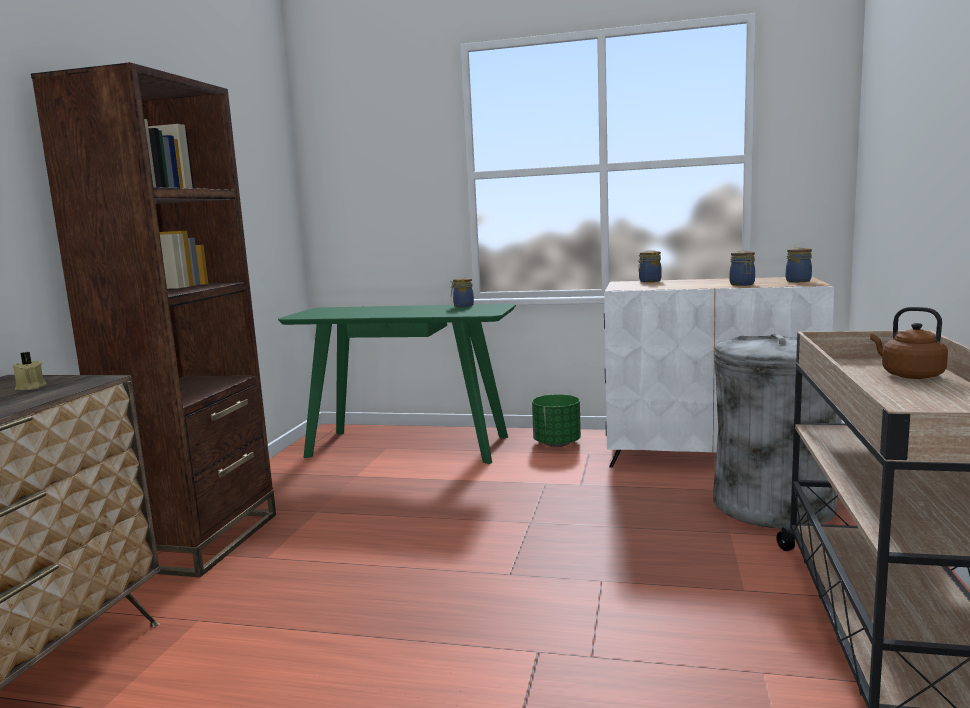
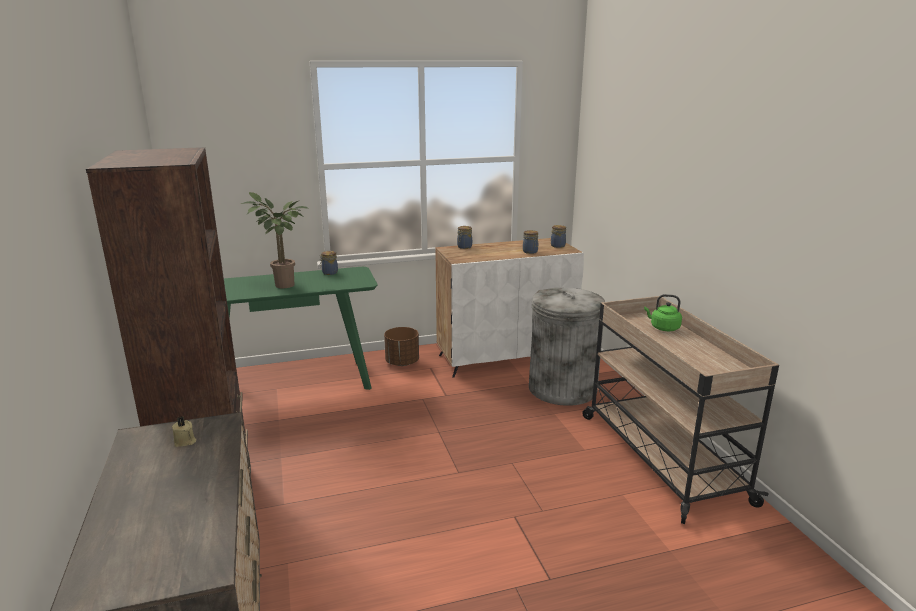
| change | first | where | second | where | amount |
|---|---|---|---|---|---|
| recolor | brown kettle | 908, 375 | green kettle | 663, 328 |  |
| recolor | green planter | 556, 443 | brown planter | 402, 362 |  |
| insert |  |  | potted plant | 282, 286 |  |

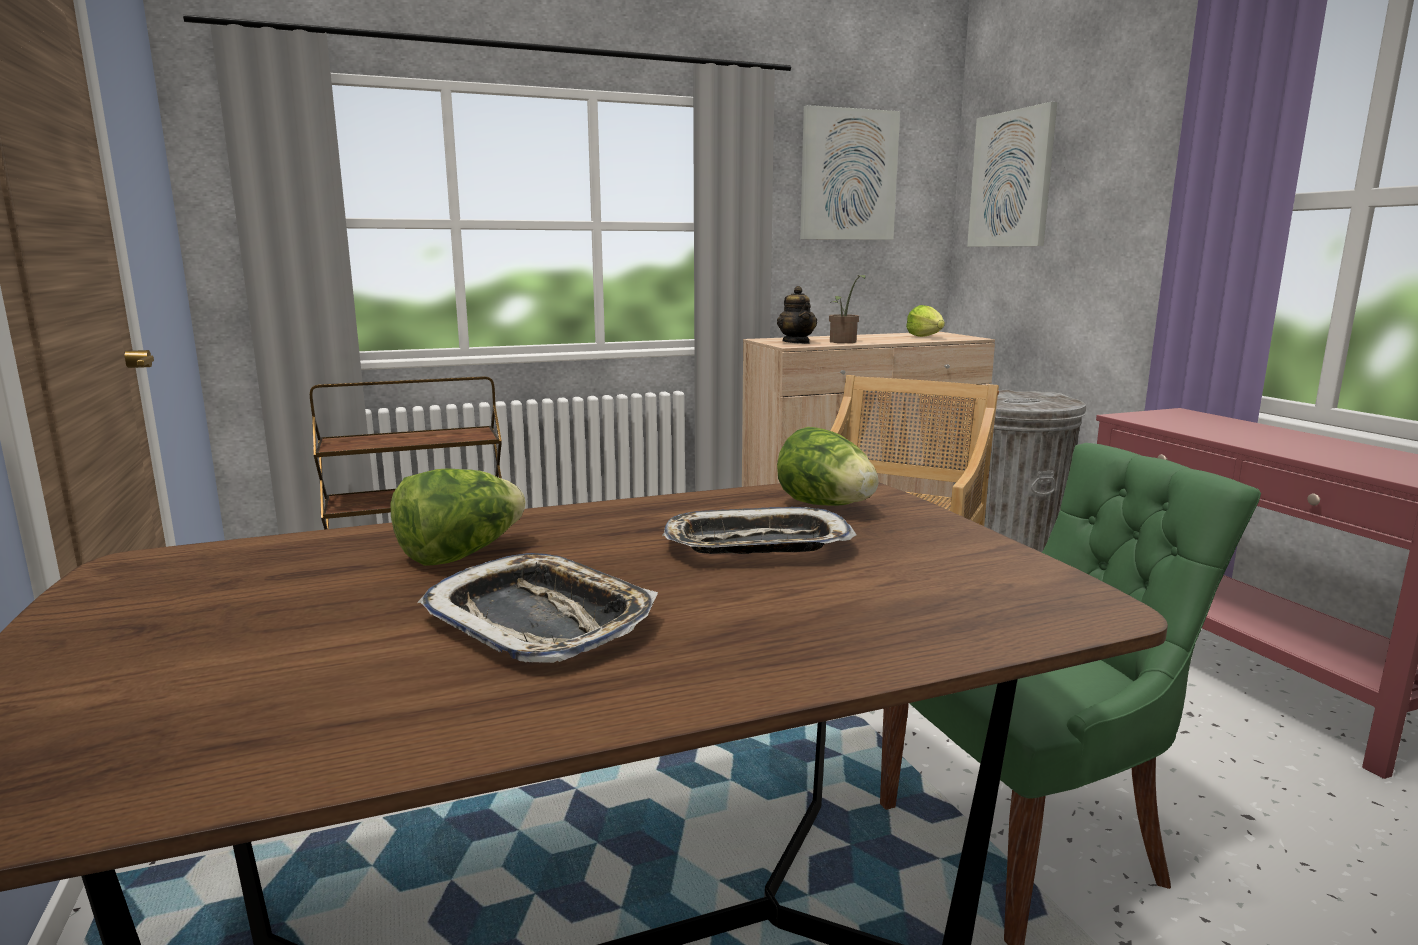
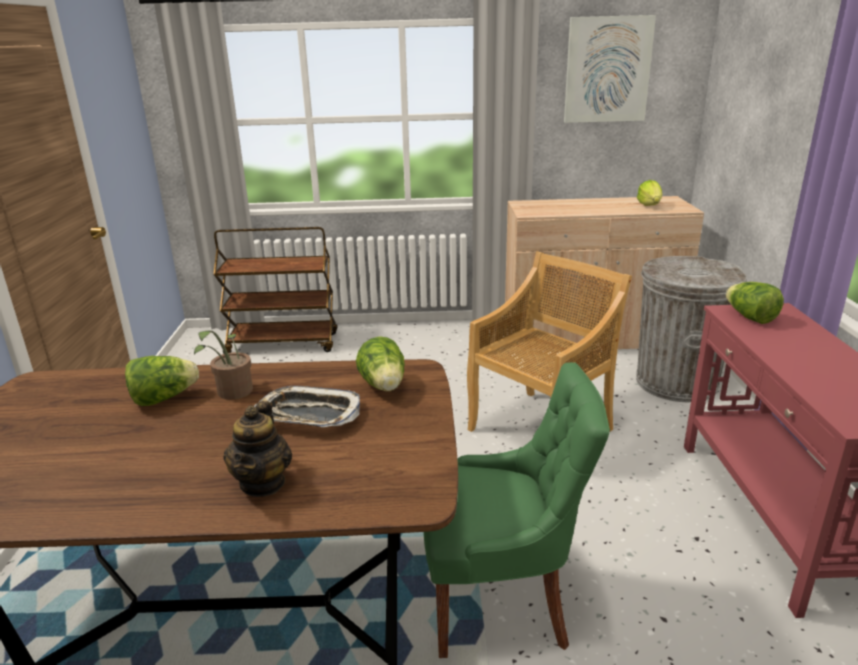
| change | first | where | second | where | amount |
|---|---|---|---|---|---|
| delete | picture | 1012, 179 |  |  |  |
| move | potted plant | 843, 342 |  | 232, 393 |  |
| move | teapot | 796, 342 |  | 263, 483 |  |
| delete | tray | 540, 620 |  |  |  |
| insert |  |  | lettuce | 750, 317 |  |

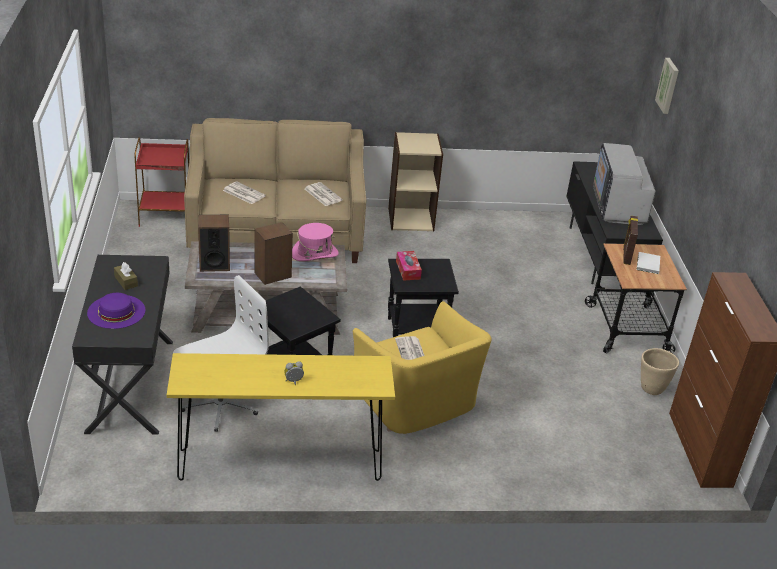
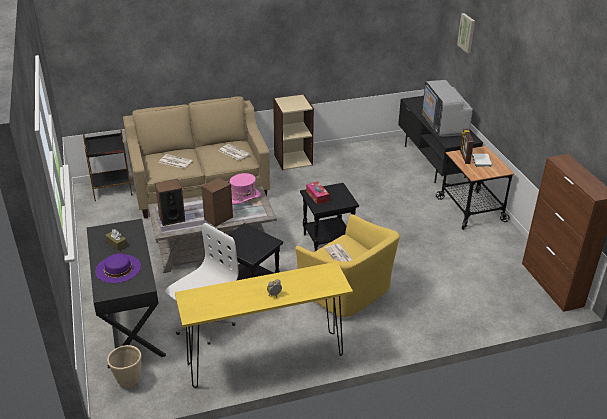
| change | first | where | second | where | amount |
|---|---|---|---|---|---|
| recolor | red side table | 166, 214 | black side table | 112, 188 |  |
| move | beige planter | 651, 388 |  | 128, 380 |  |

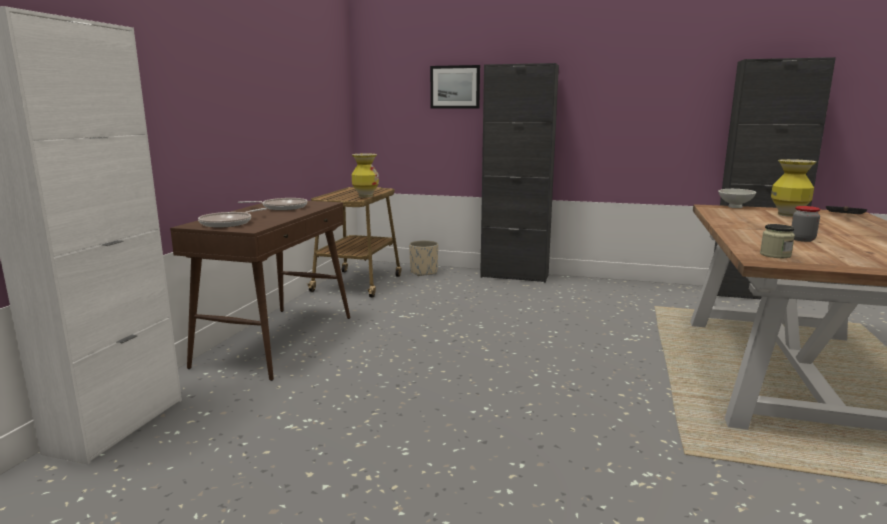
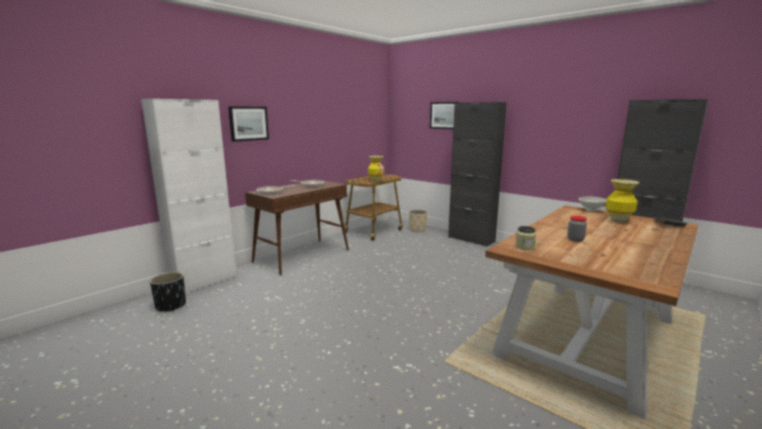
| change | first | where | second | where | amount |
|---|---|---|---|---|---|
| insert |  |  | picture | 248, 123 |  |
| insert |  |  | black planter | 171, 306 |  |

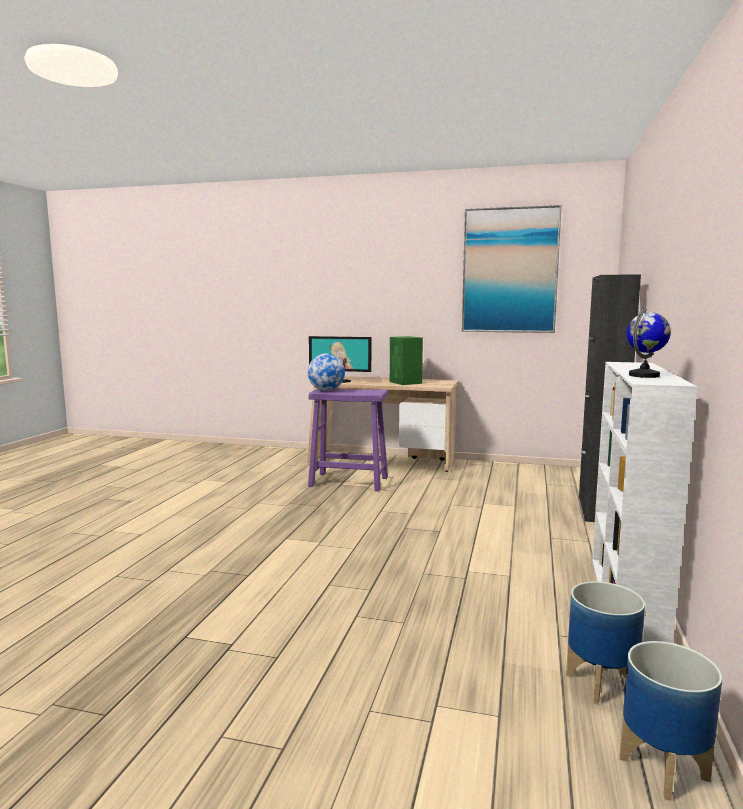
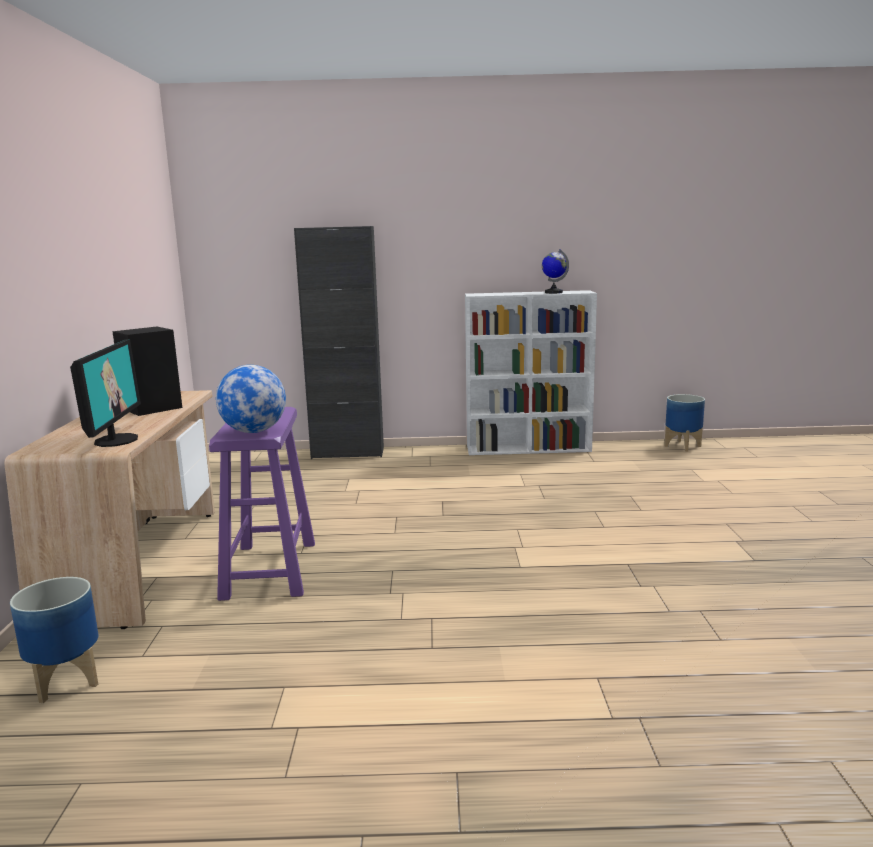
| change | first | where | second | where | amount |
|---|---|---|---|---|---|
| delete | picture | 509, 270 |  |  |  |
| recolor | green speaker | 406, 382 | black speaker | 154, 408 |  |
| move | planter | 601, 684 |  | 66, 681 |  |

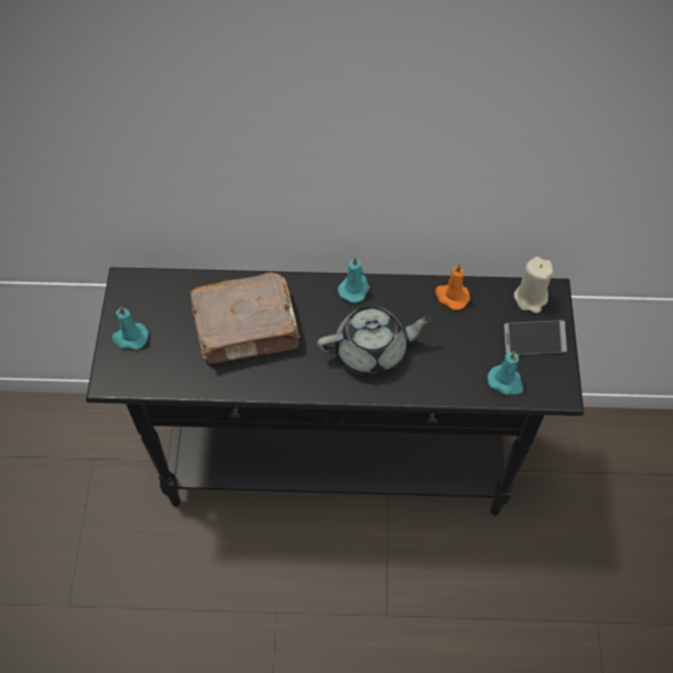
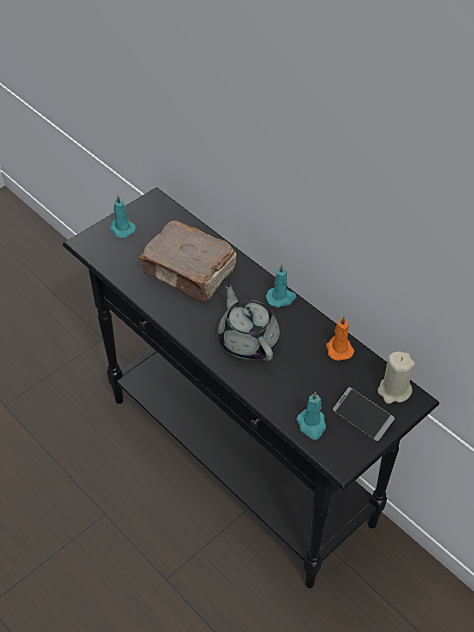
| change | first | where | second | where | amount |
|---|---|---|---|---|---|
| rotate | grey teapot | 372, 350 |  | 248, 340 | 150 degrees counterclockwise |

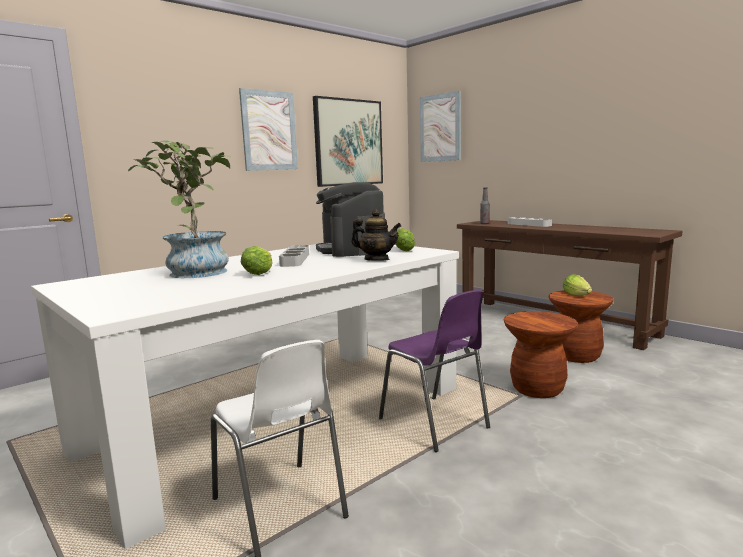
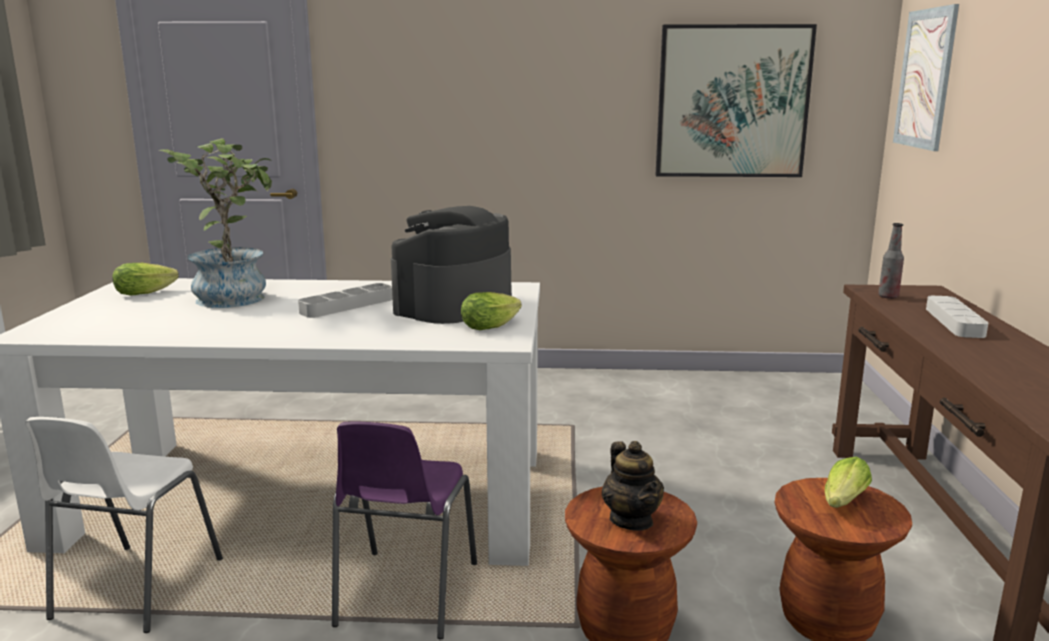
| change | first | where | second | where | amount |
|---|---|---|---|---|---|
| delete | picture | 269, 131 |  |  |  |
| move | teapot | 376, 260 |  | 631, 520 |  |
| move | lettuce | 260, 272 |  | 148, 292 |  |

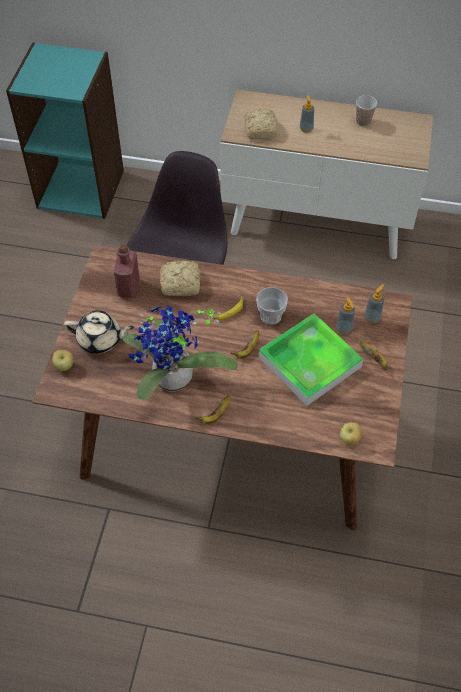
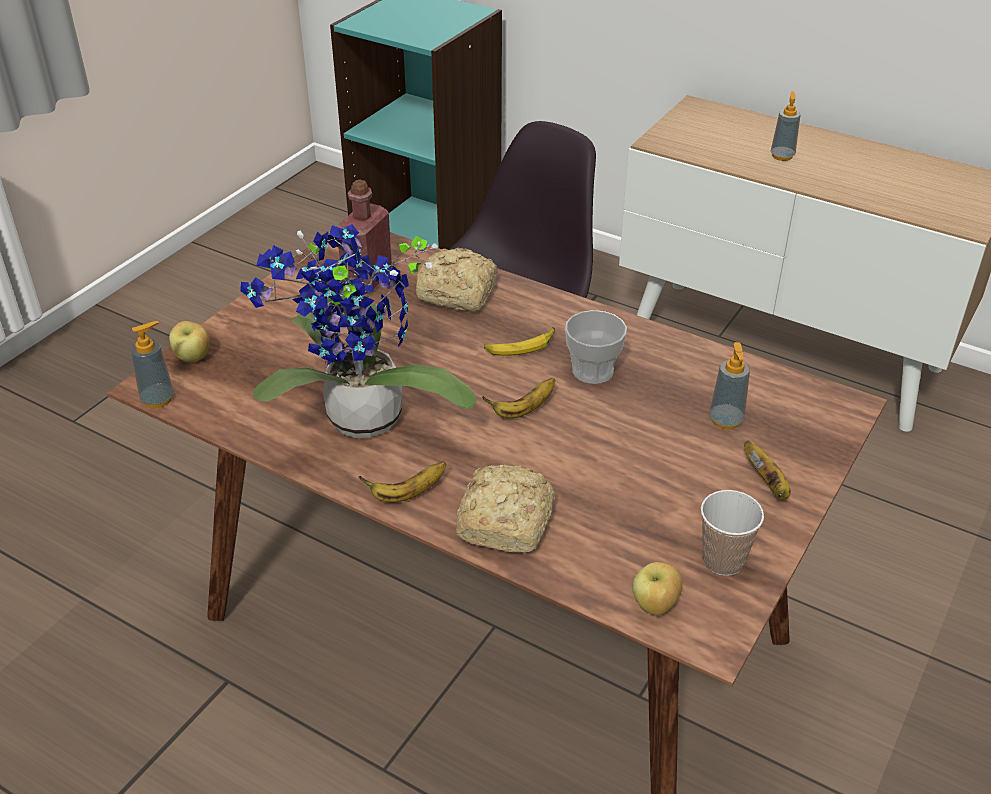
| change | first | where | second | where | amount |
|---|---|---|---|---|---|
| move | cup | 363, 121 |  | 723, 560 |  |
| move | bread | 261, 129 |  | 507, 520 |  |
| move | soap dispenser | 372, 317 |  | 158, 399 |  |
| delete | beige teapot | 100, 340 |  |  |  |
| delete | tray | 310, 362 |  |  |  |

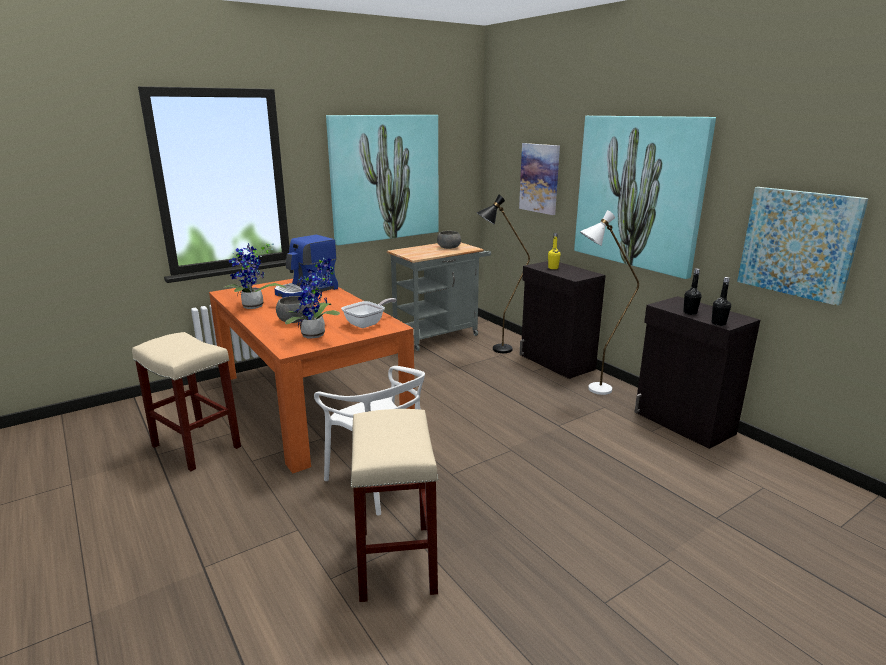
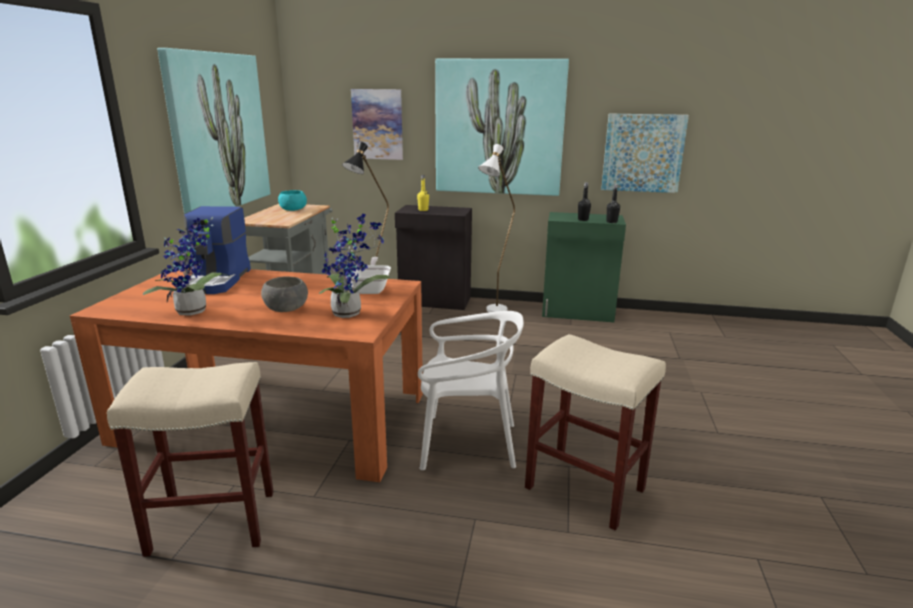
| change | first | where | second | where | amount |
|---|---|---|---|---|---|
| recolor | grey bowl | 448, 248 | turquoise bowl | 293, 209 |  |
| recolor | black cabinet | 683, 423 | green cabinet | 578, 313 |  |

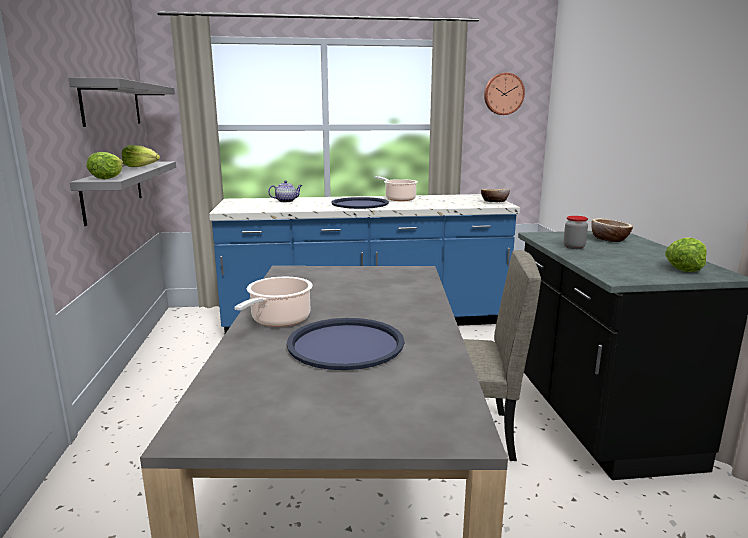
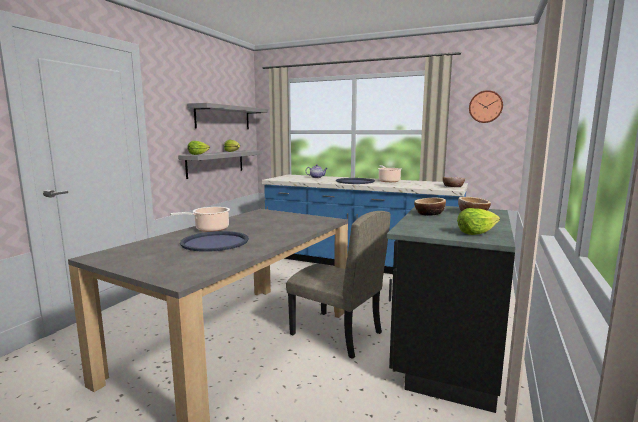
| change | first | where | second | where | amount |
|---|---|---|---|---|---|
| replace | jar | 574, 247 | bowl | 429, 214 |  |

